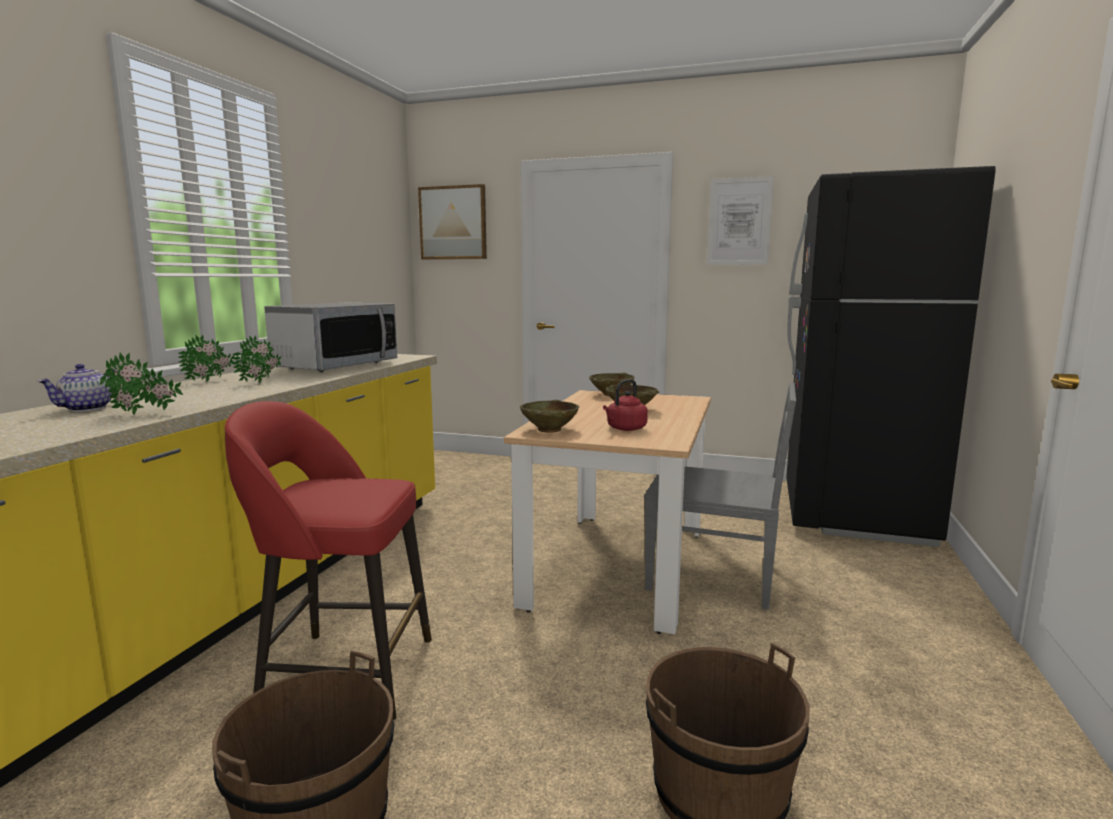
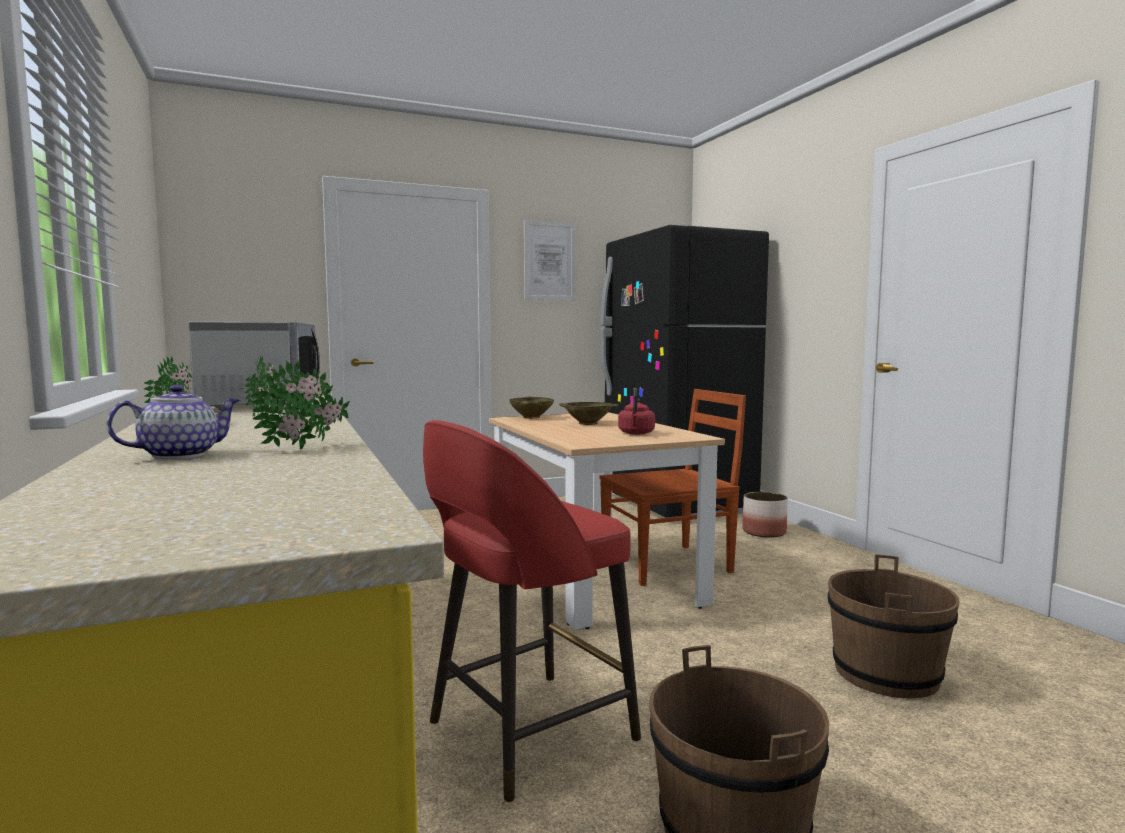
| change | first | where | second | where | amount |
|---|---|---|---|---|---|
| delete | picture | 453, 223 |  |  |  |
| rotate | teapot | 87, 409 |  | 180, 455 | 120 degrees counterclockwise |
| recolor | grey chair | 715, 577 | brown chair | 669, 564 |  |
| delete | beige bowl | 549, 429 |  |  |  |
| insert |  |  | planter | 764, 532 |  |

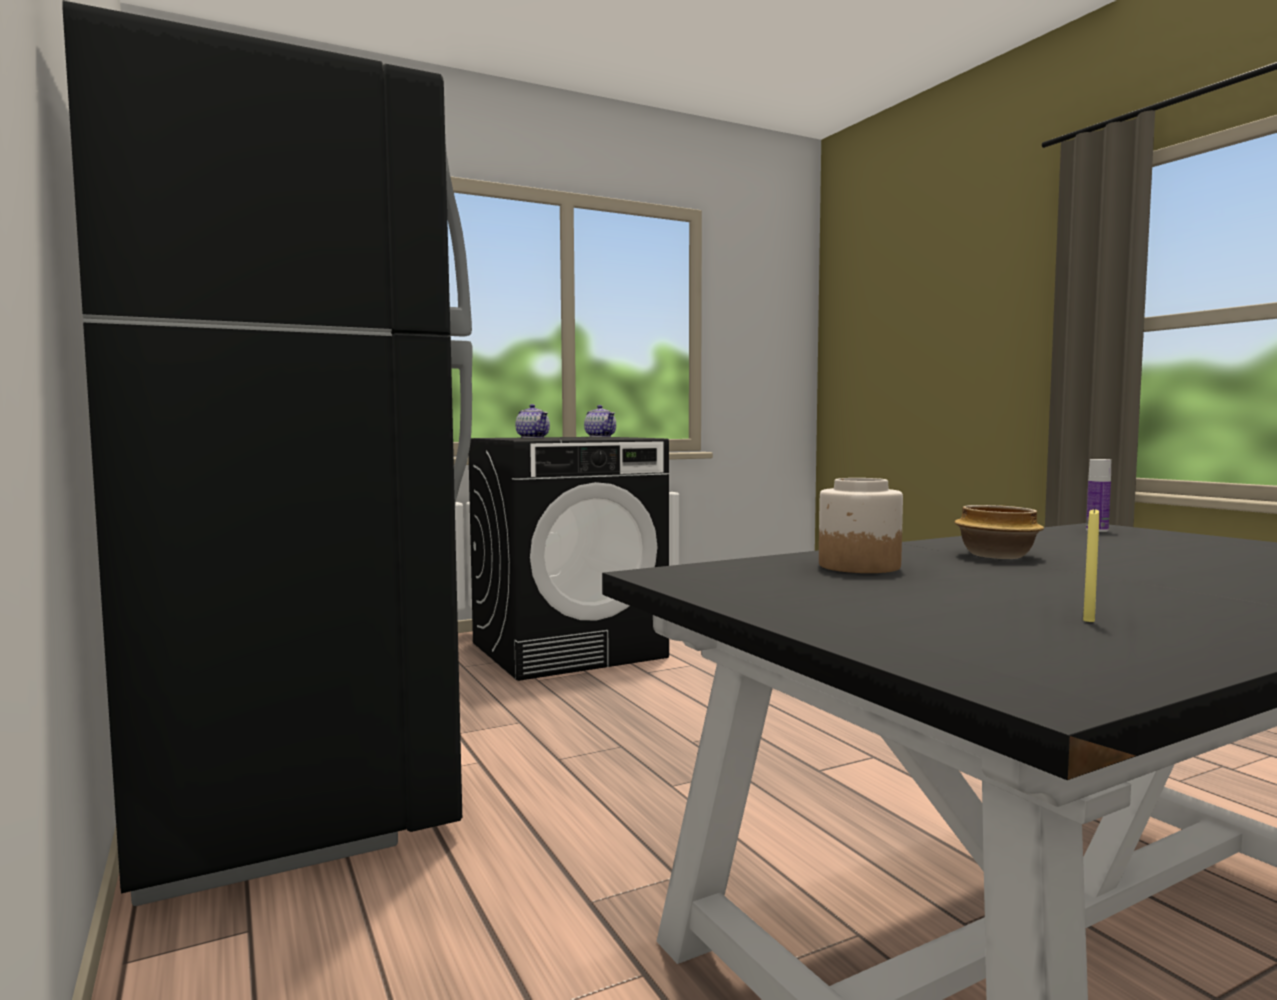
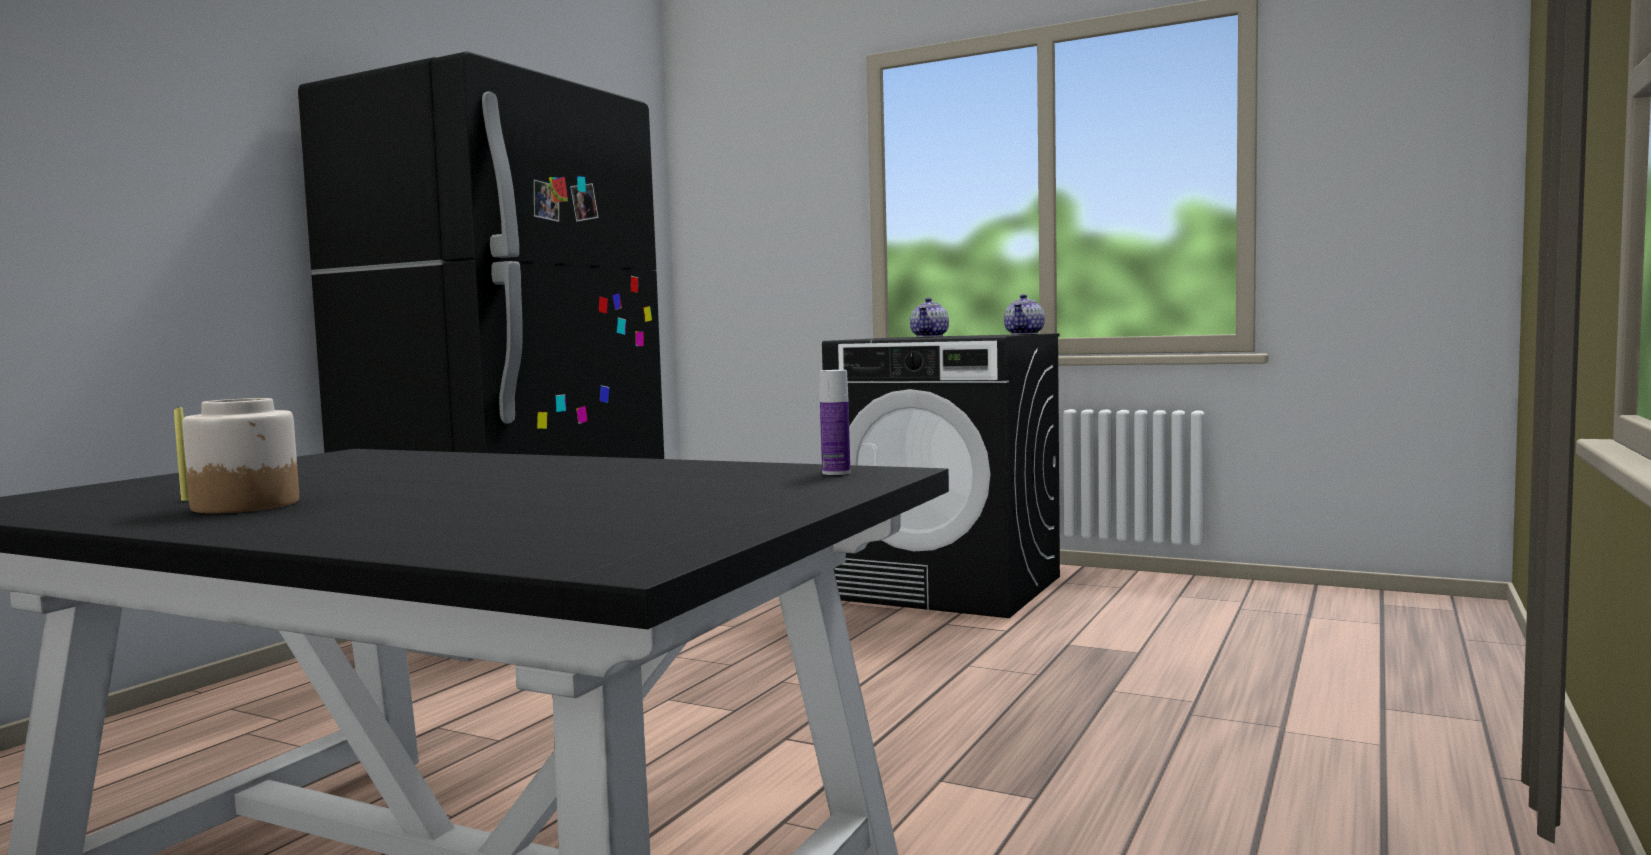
| change | first | where | second | where | amount |
|---|---|---|---|---|---|
| move | jar | 858, 566 |  | 247, 505 |  |
| delete | bowl | 995, 555 |  |  |  |

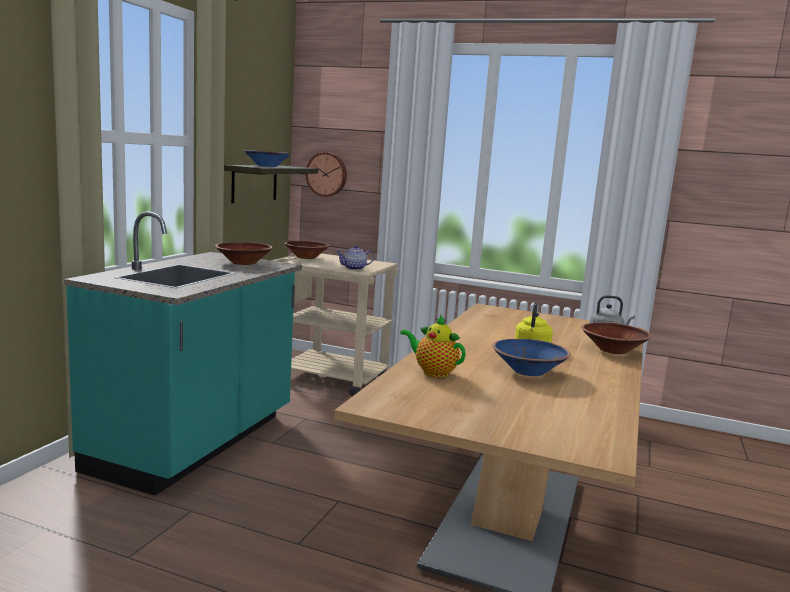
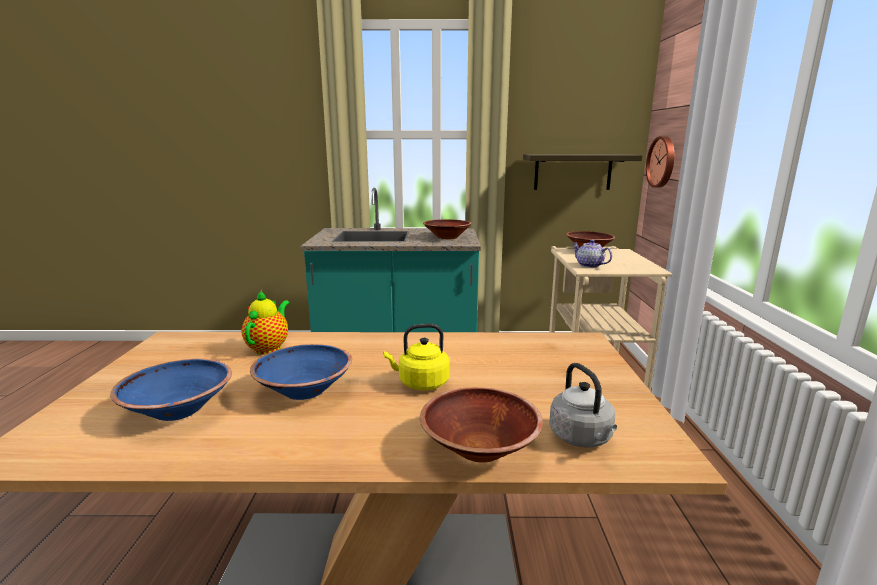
| change | first | where | second | where | amount |
|---|---|---|---|---|---|
| move | blue bowl | 267, 166 |  | 178, 410 |  |

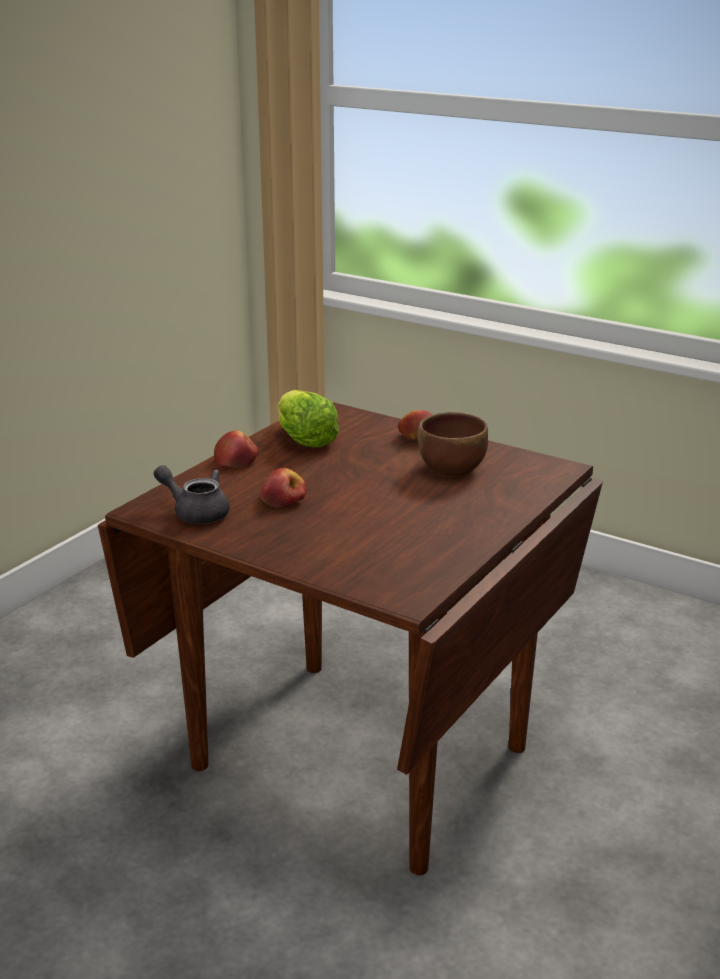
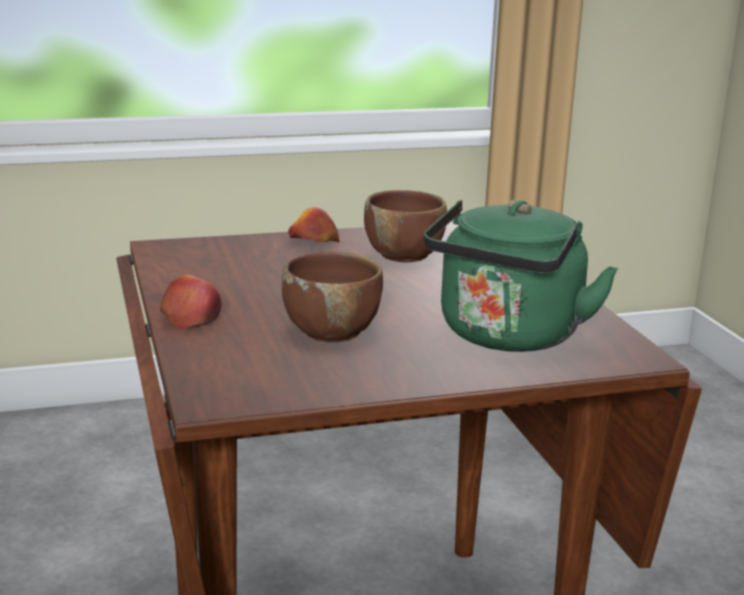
| change | first | where | second | where | amount |
|---|---|---|---|---|---|
| delete | lettuce | 304, 439 |  |  |  |
| delete | grey teapot | 196, 512 |  |  |  |
| replace | apple | 283, 499 | brown bowl | 332, 331 |  |
| insert |  |  | green kettle | 507, 337 |  |

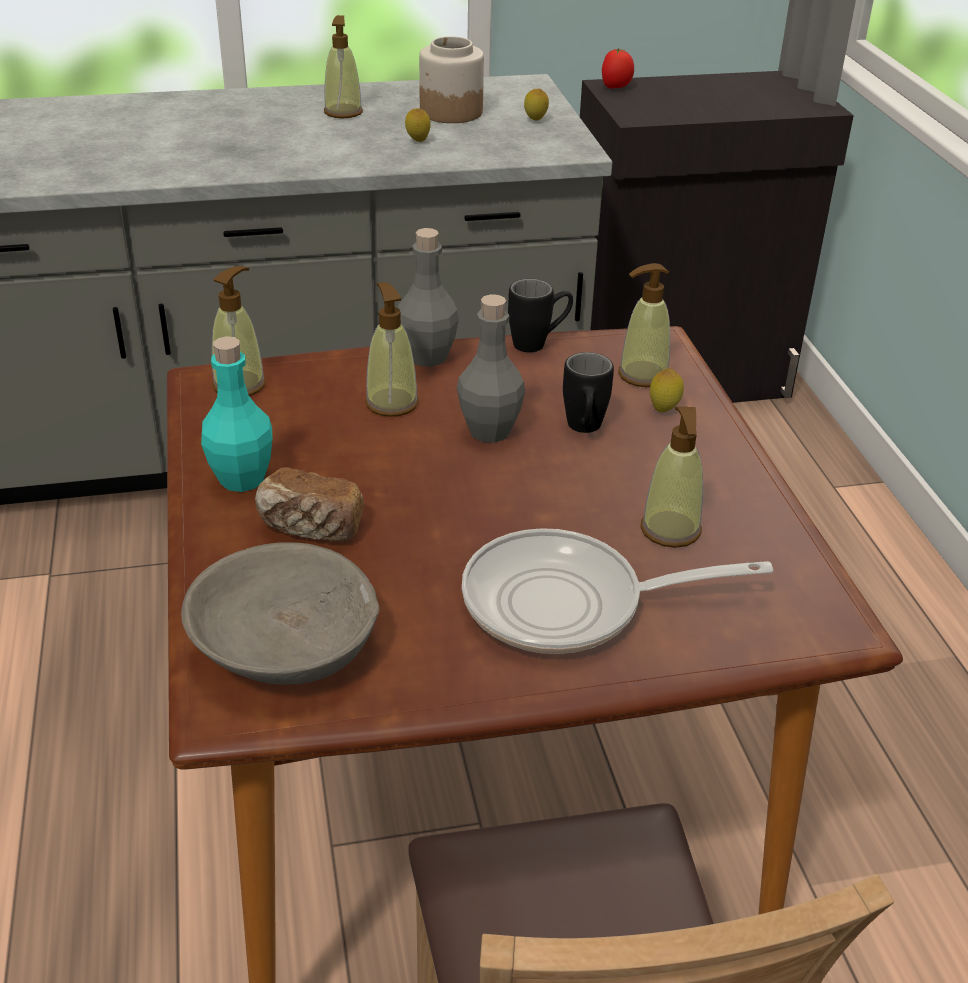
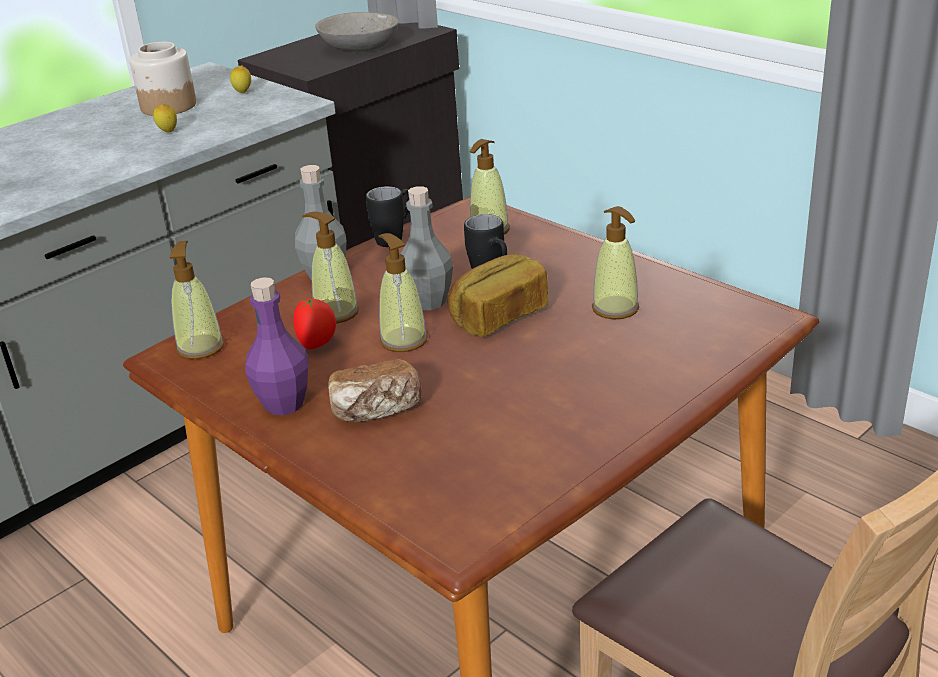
| change | first | where | second | where | amount |
|---|---|---|---|---|---|
| move | soap dispenser | 343, 112 |  | 403, 340 |  |
| move | tomato | 616, 87 |  | 318, 344 |  |
| recolor | turquoise bottle | 242, 479 | purple bottle | 284, 404 |  |
| delete | lemon | 664, 410 |  |  |  |
| delete | frying pan | 568, 604 |  |  |  |
| move | grey bowl | 284, 645 |  | 359, 46 |  |
| insert |  |  | bread | 498, 316 |  |

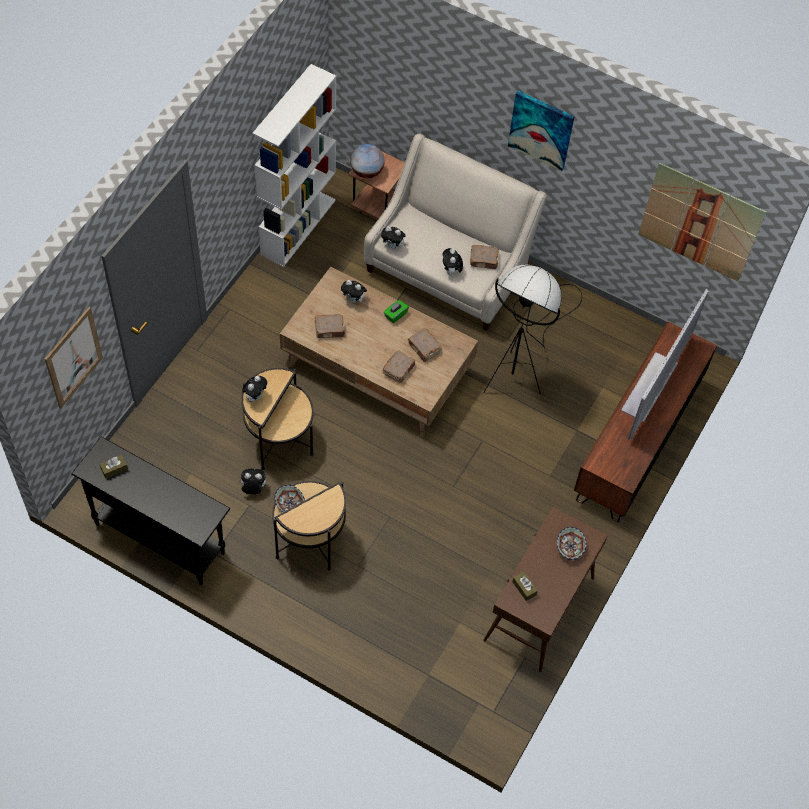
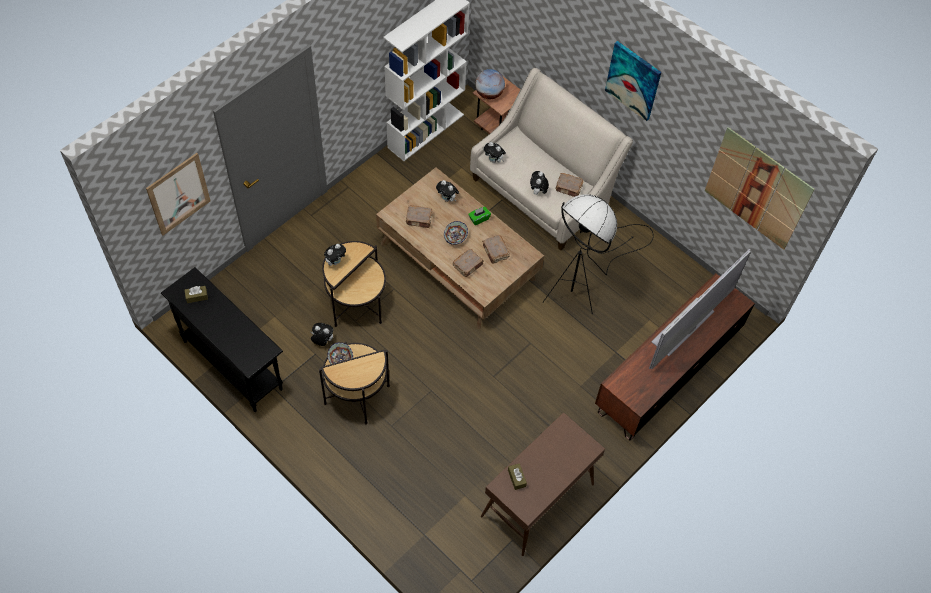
| change | first | where | second | where | amount |
|---|---|---|---|---|---|
| move | bowl | 570, 547 |  | 456, 237 |  |

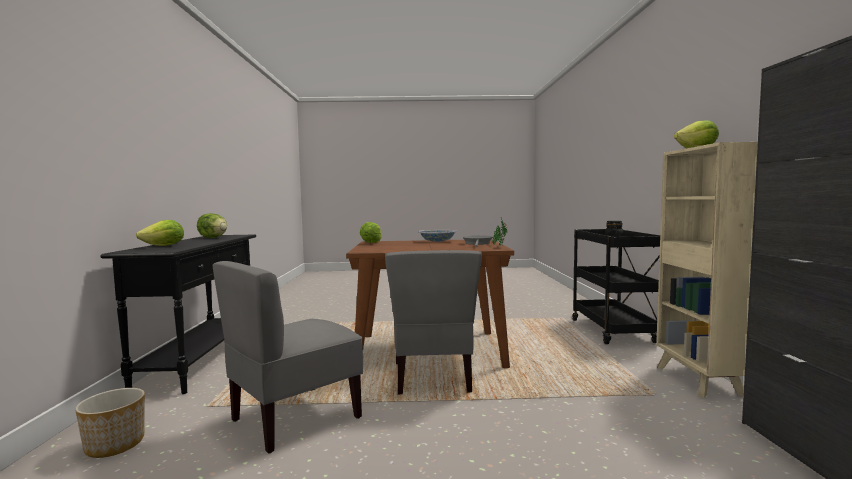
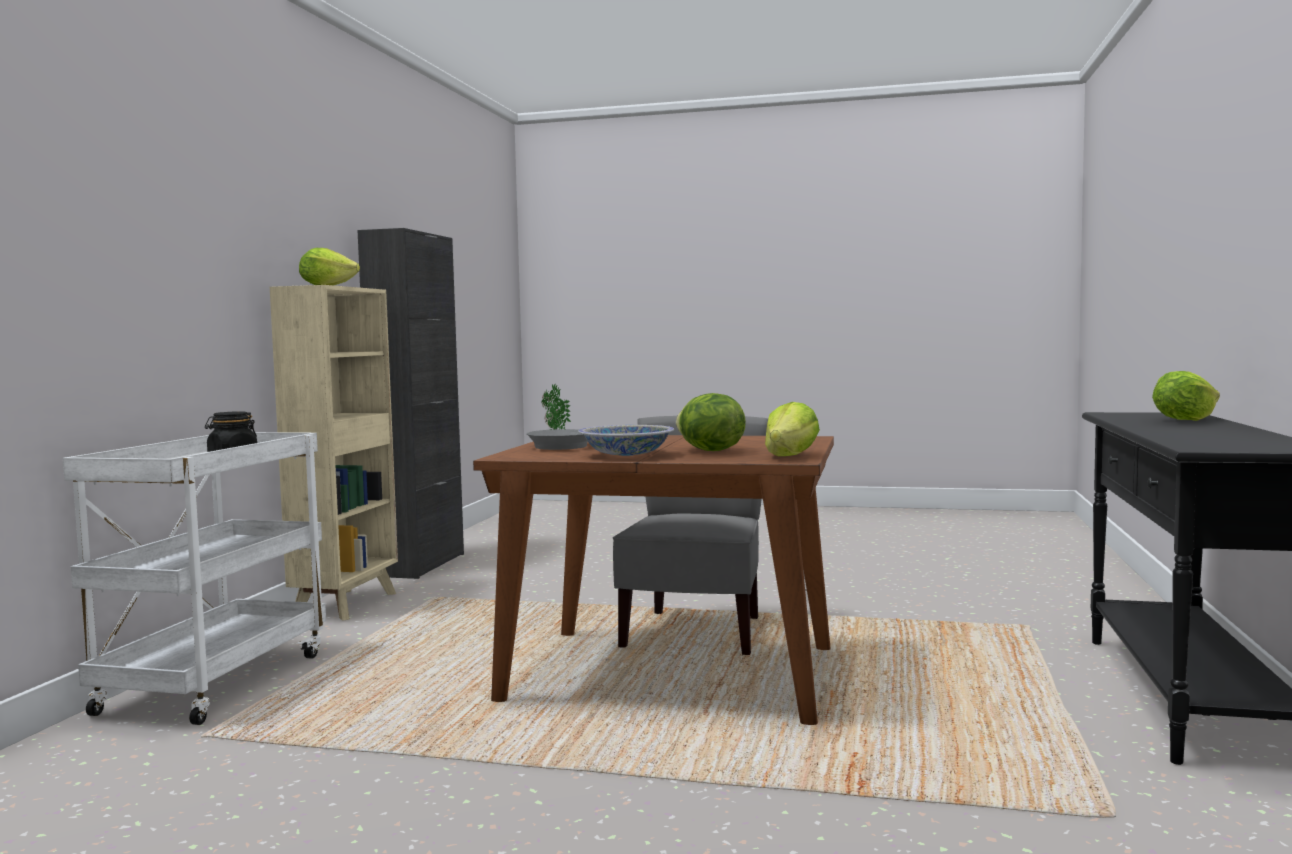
| change | first | where | second | where | amount |
|---|---|---|---|---|---|
| move | lettuce | 213, 237 |  | 709, 451 |  |
| recolor | black cart | 614, 331 | white cart | 215, 681 |  |
| delete | grey chair | 295, 418 |  |  |  |
| delete | planter | 114, 445 |  |  |  |

